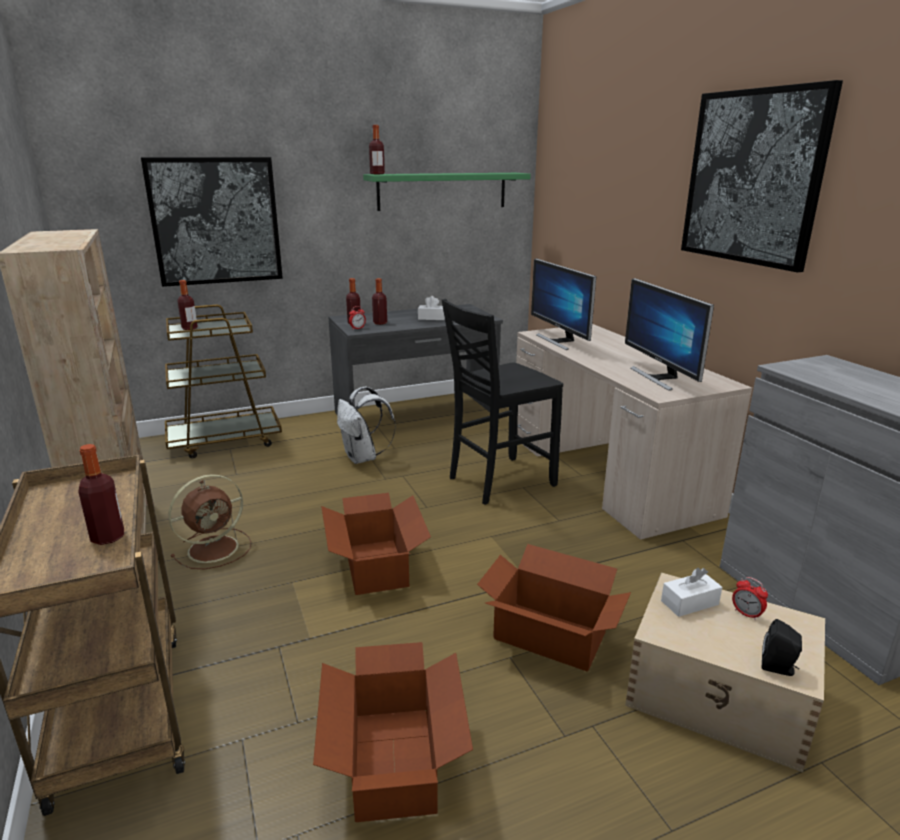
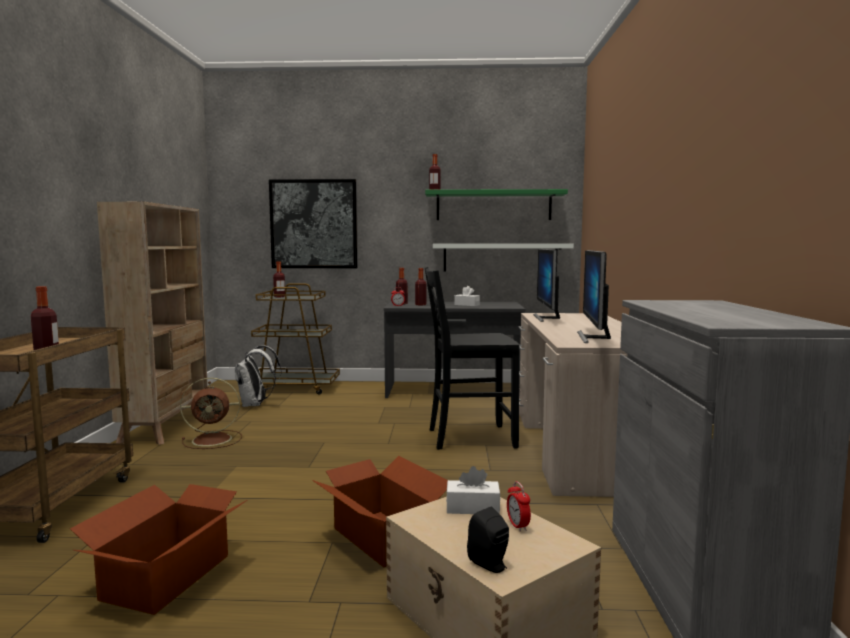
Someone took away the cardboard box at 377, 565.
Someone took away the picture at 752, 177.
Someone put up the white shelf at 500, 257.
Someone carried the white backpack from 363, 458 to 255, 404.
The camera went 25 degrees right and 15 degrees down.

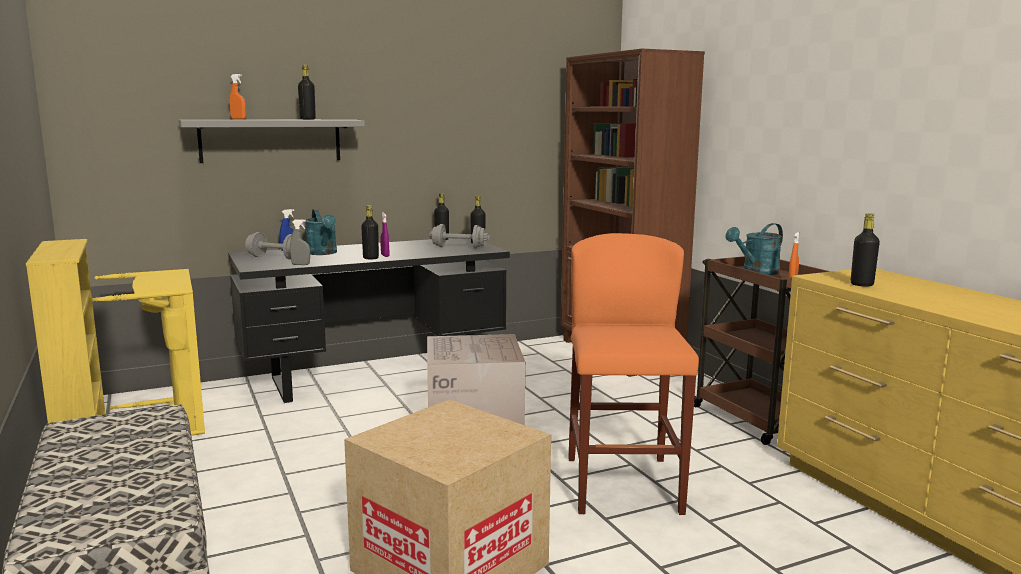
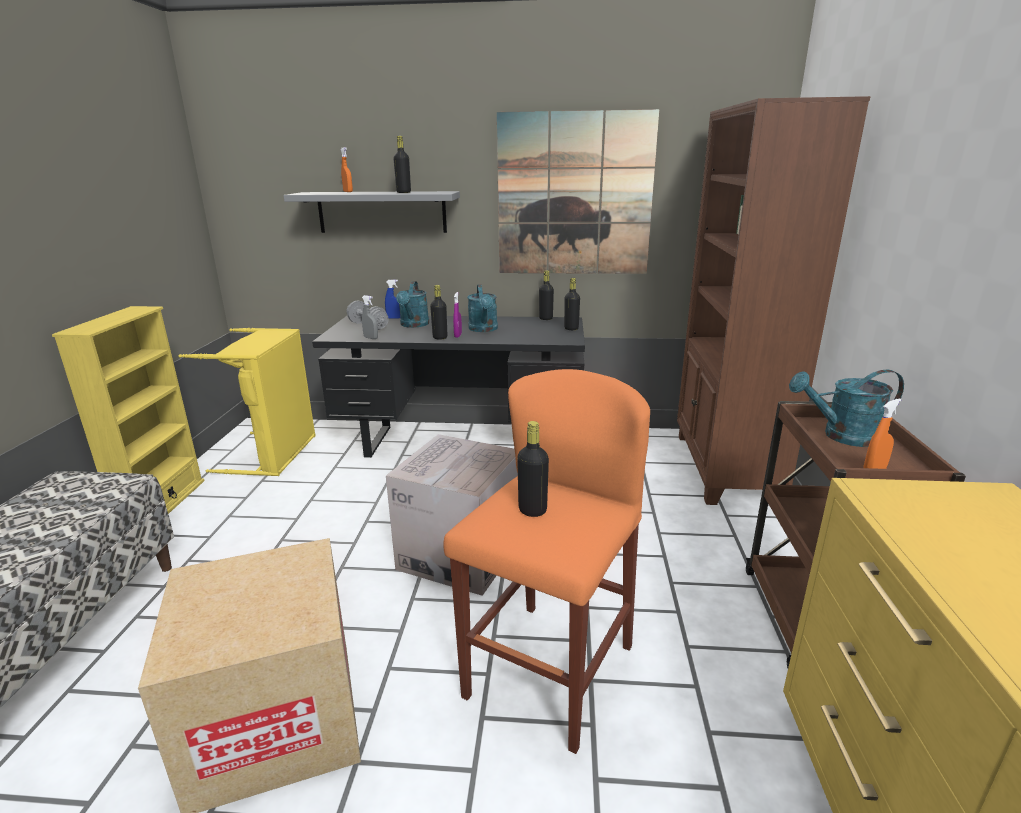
Someone took away the grey dumbbell at 459, 247.
Someone put down the turquoise watering can at 484, 329.
Someone put up the picture at 574, 195.
Someone carried the black bottle from 862, 284 to 532, 510.
The camera went 30 degrees right and 10 degrees up.

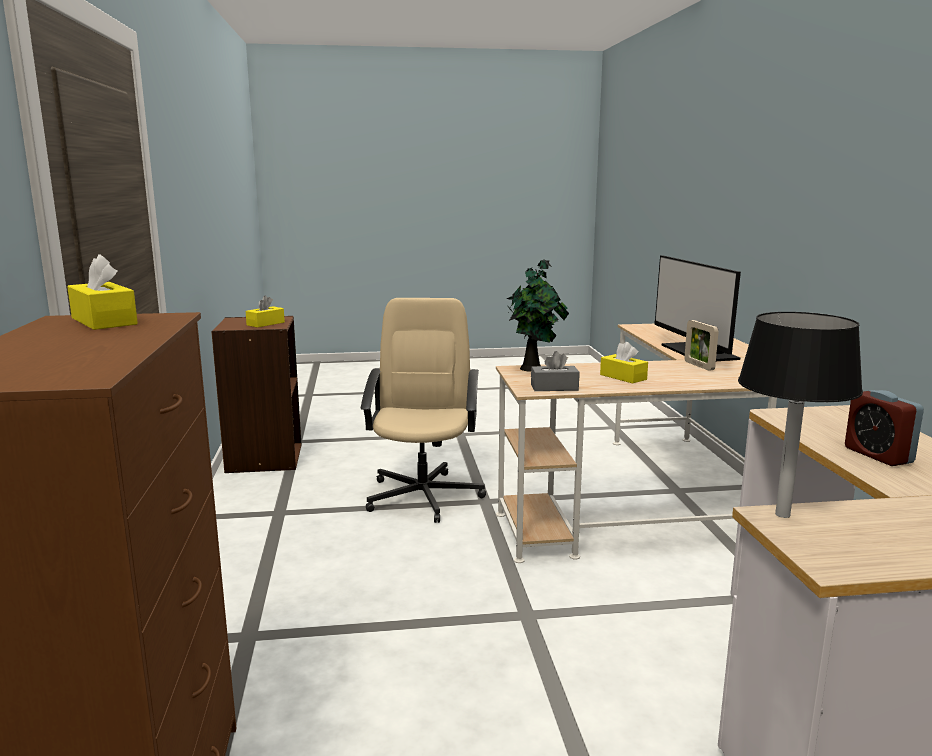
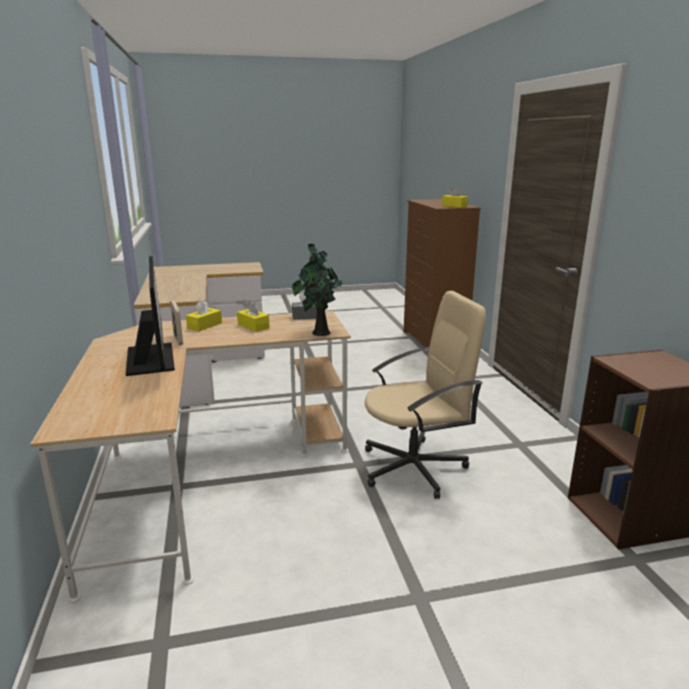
Someone took away the black table lamp at 782, 515.
Someone took away the alarm clock at 878, 455.
Someone carried the yellow tissue box from 265, 324 to 204, 325.
Someone rotated the beige office chair at 424, 495 by 105 degrees counterclockwise.
The camera went 175 degrees right and 5 degrees up.

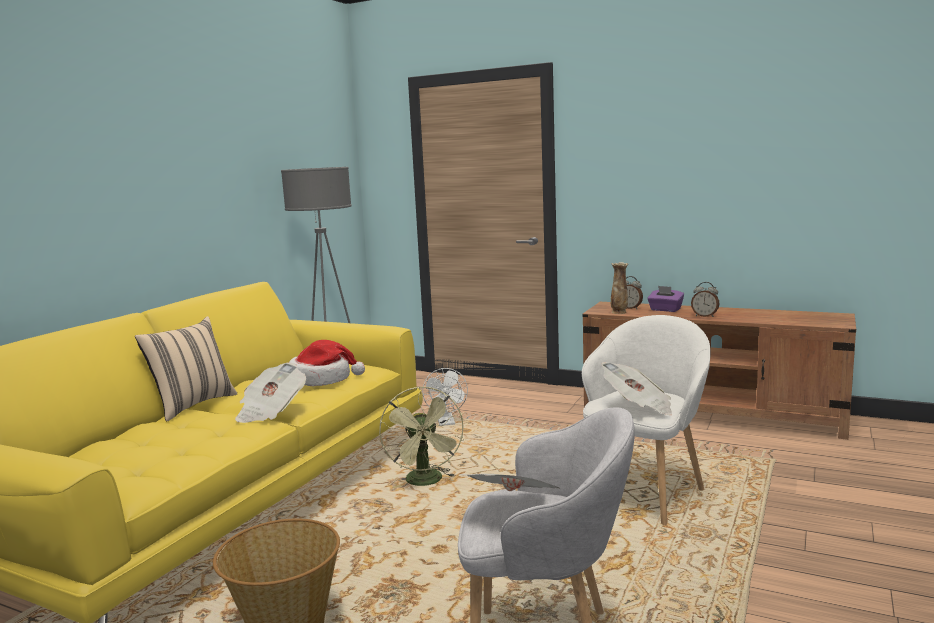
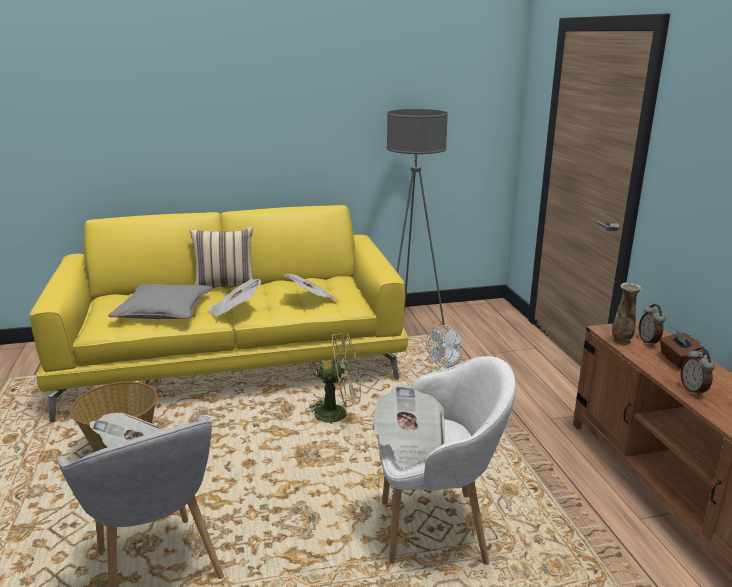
Someone put down the grey pillow at 164, 310.
Someone swapped the hat at 322, 379 for the newspaper at 311, 299.
Someone repainted the purple tissue box at 665, 310, which became the brown tissue box at 678, 361.
Someone rotated the green fan at 426, 482 by 135 degrees counterclockwise.
The camera went 50 degrees right and 10 degrees up.

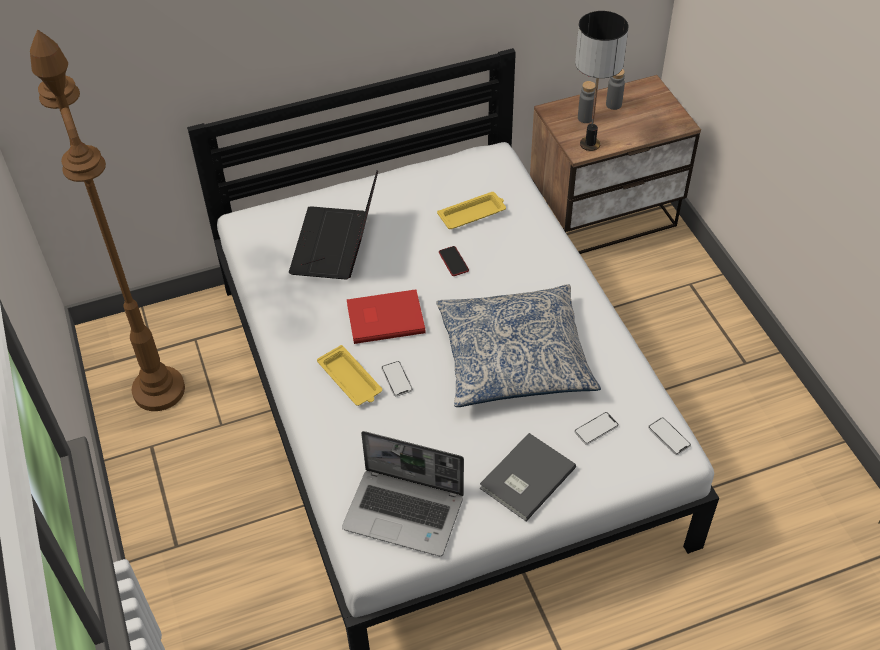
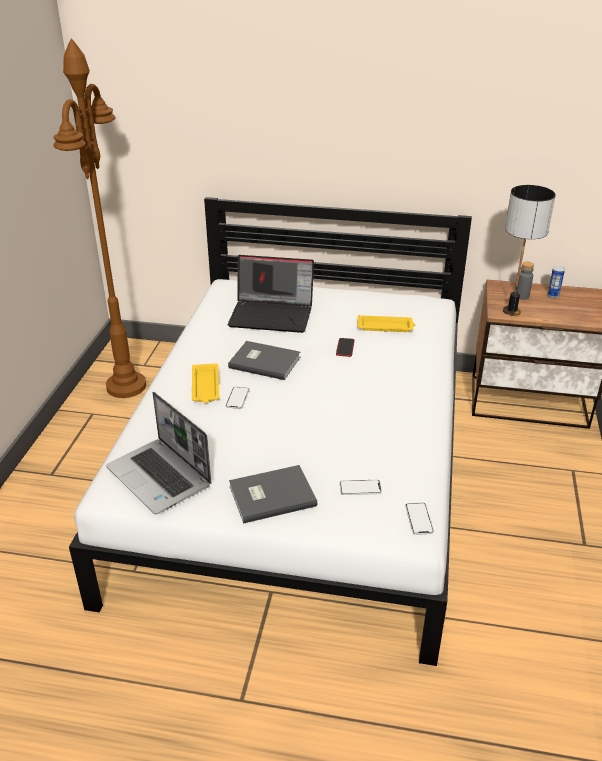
Someone took away the pillow at 514, 357.
Someone swapped the grey bottle at 613, 104 for the can at 553, 295.
Someone repainted the red book at 384, 317, which became the grey book at 264, 361.
Someone rotated the laptop at 337, 246 by 120 degrees counterclockwise.
The camera went 30 degrees right and 15 degrees down.

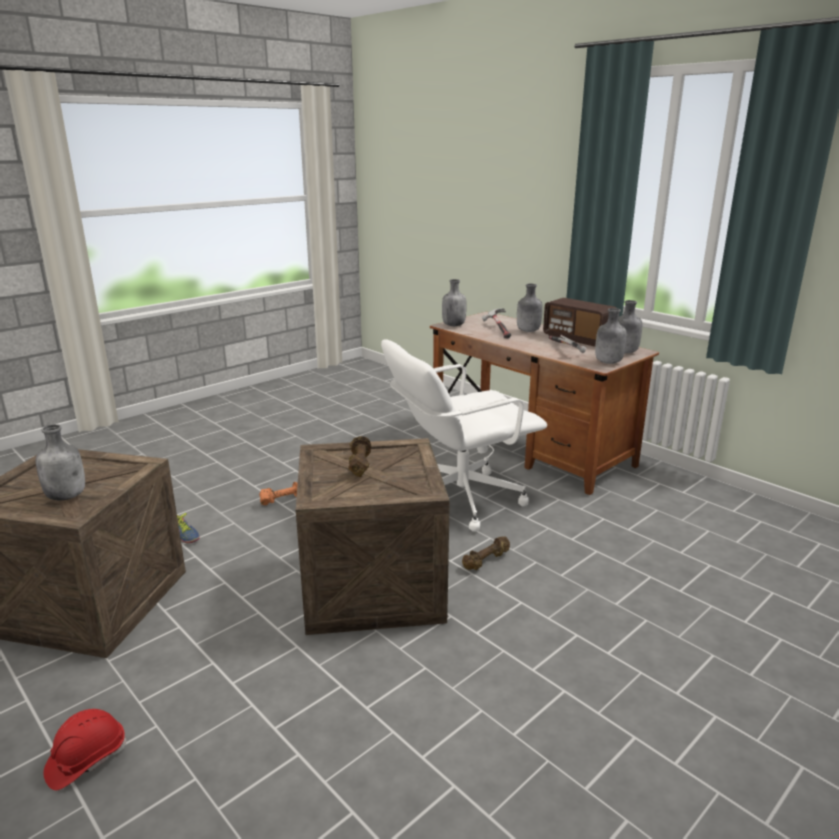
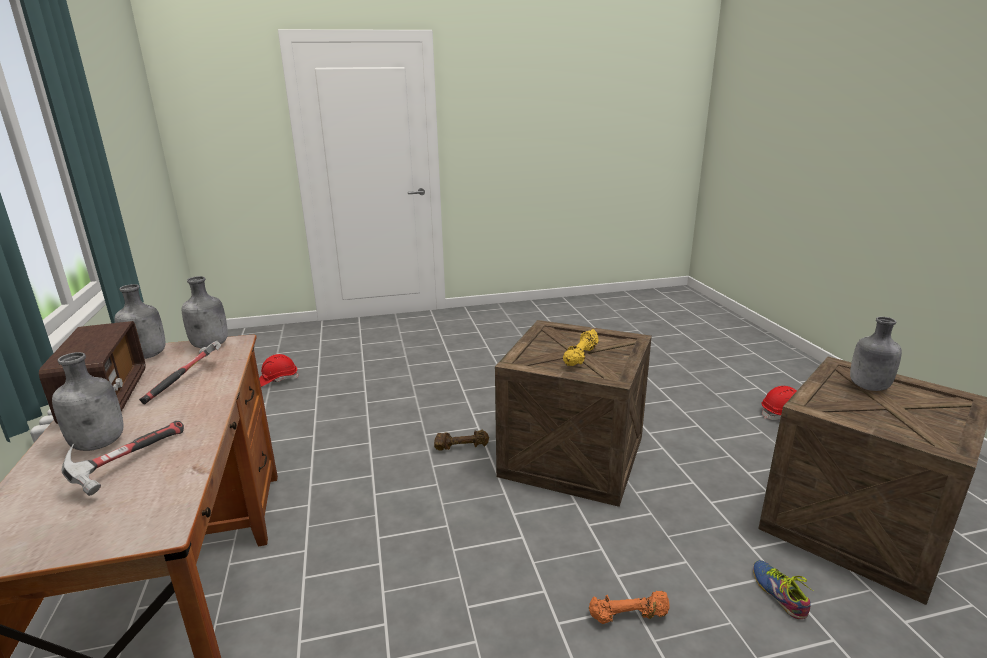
Someone took away the white office chair at 459, 498.
Someone took away the grey bottle at 453, 325.
Someone put down the red hard hat at 278, 380.
Someone repainted the brown dumbbell at 359, 465, which became the yellow dumbbell at 581, 357.
The camera went 150 degrees left and 0 degrees up.

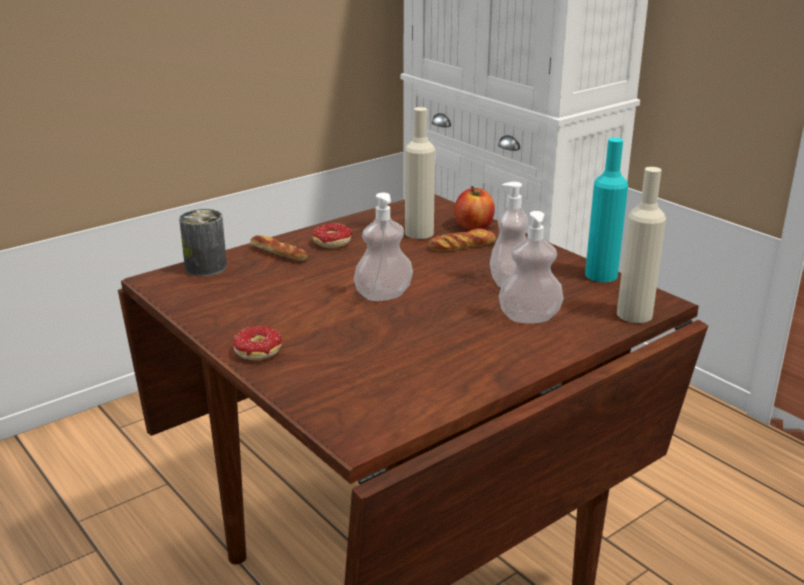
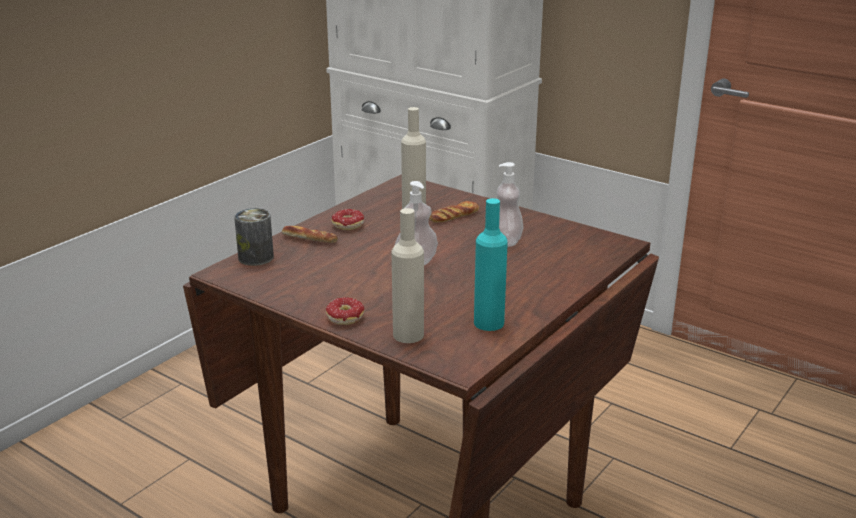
Someone took away the apple at 474, 226.
Someone took away the soap dispenser at 529, 318.
Someone carried the turquoise bottle from 601, 275 to 489, 323.
Someone carried the beige bottle from 634, 314 to 408, 335.
The camera went 15 degrees left and 0 degrees up.

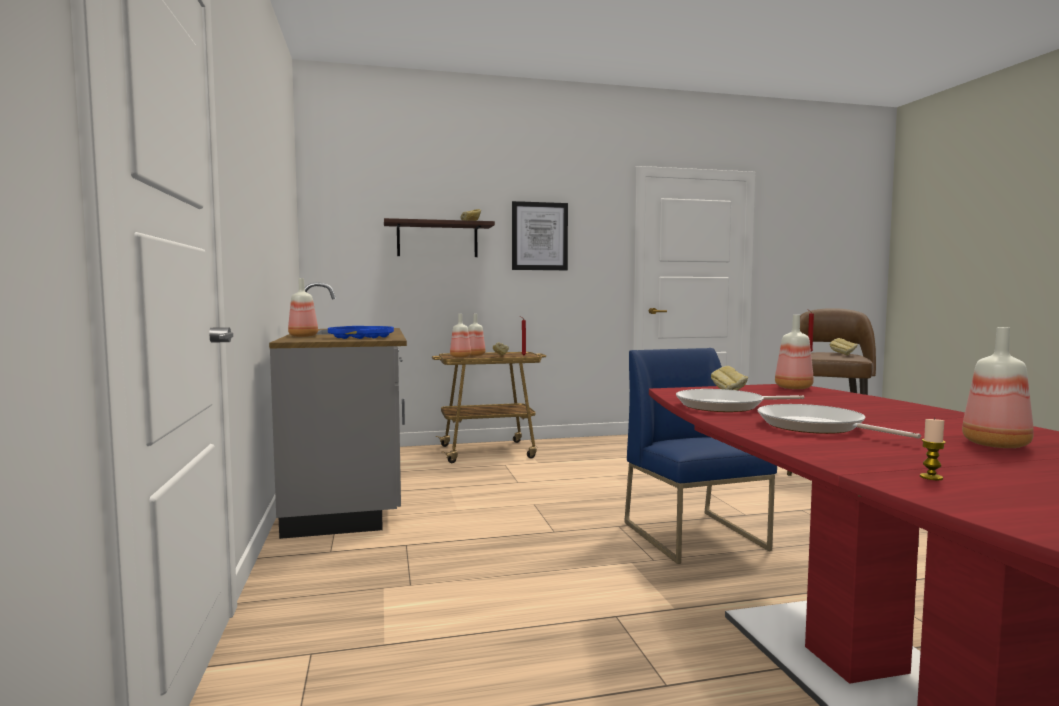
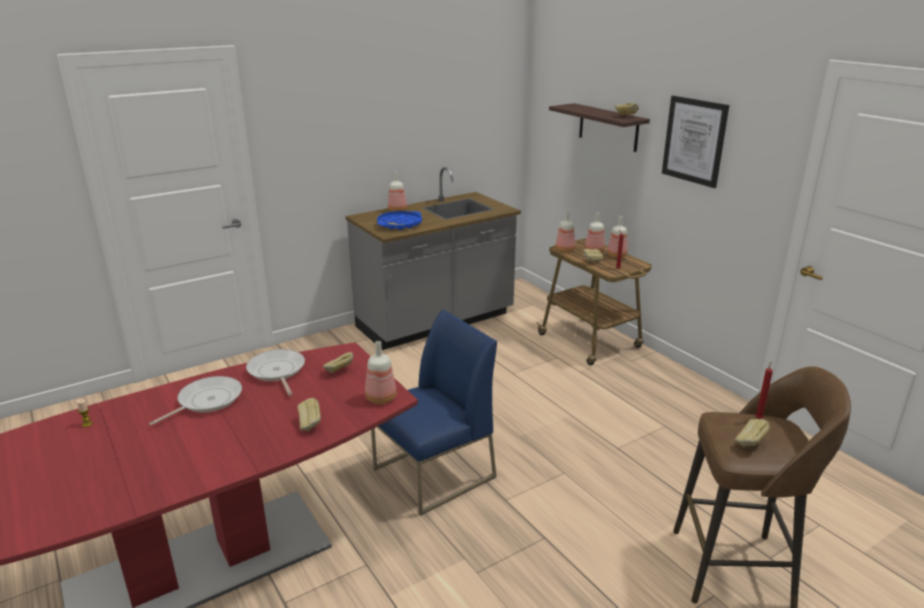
Someone put down the bread at 310, 425.
Someone carried the bottle from 998, 444 to 617, 256.
The camera went 70 degrees right and 20 degrees up.

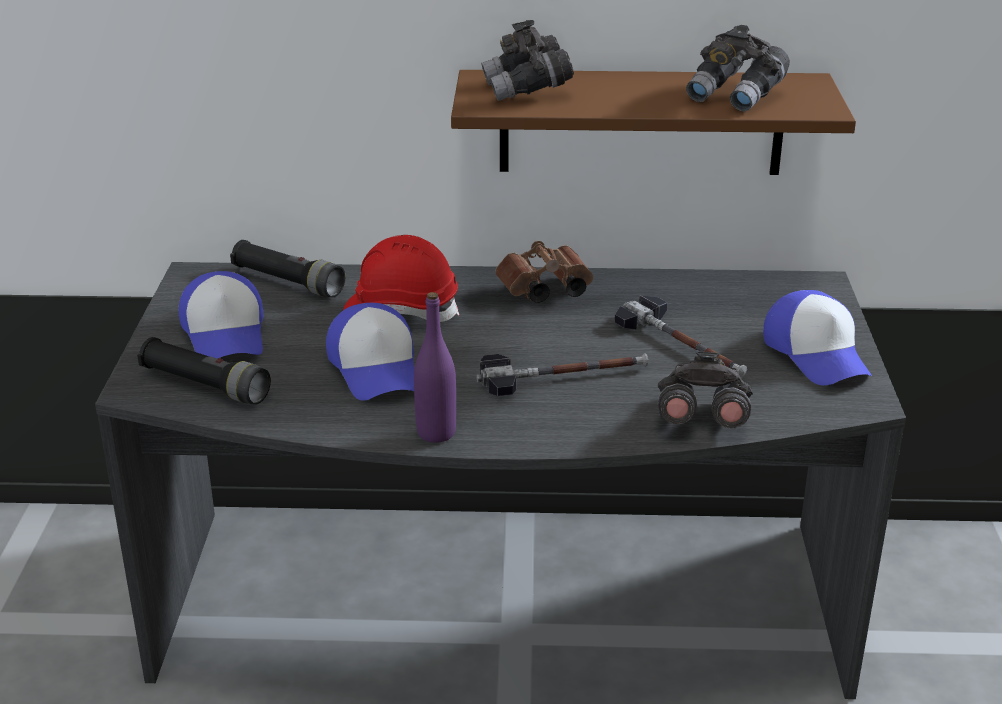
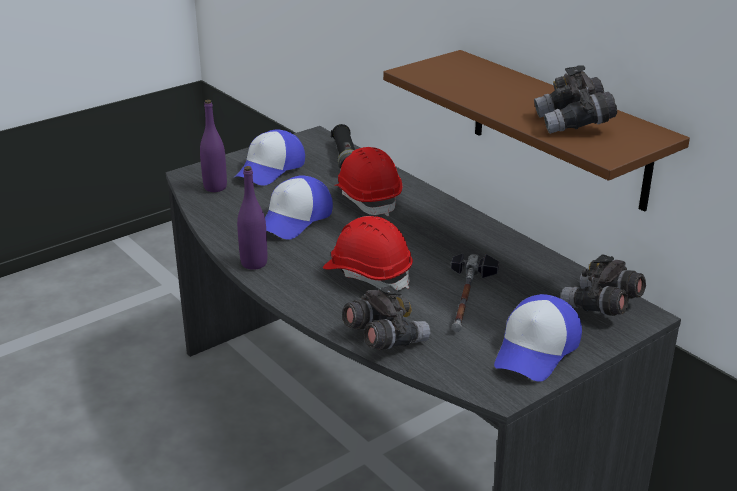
Someone took away the brown binoculars at 543, 291.
Someone carried the grey binoculars from 527, 90 to 601, 306.
Someone swapped the black flashlight at 205, 386 for the purple bottle at 215, 187.
Someone swapped the hammer at 562, 376 for the red hard hat at 368, 274.
The camera went 50 degrees right and 0 degrees up.

